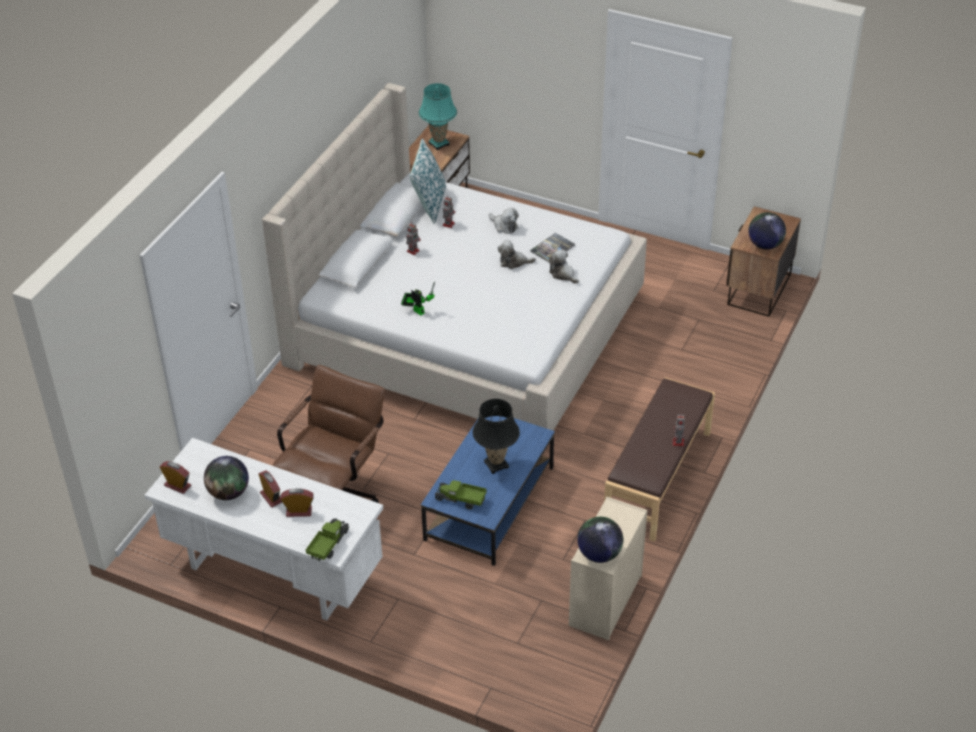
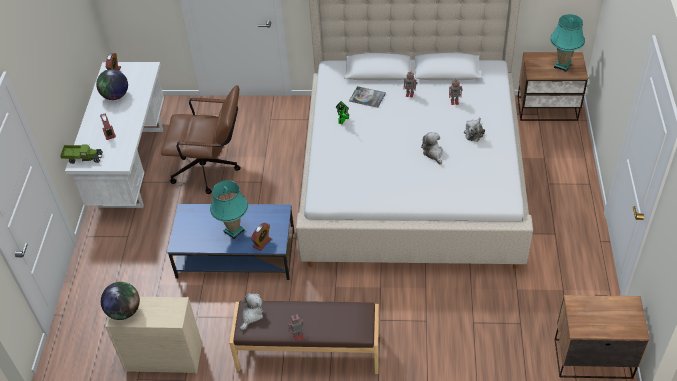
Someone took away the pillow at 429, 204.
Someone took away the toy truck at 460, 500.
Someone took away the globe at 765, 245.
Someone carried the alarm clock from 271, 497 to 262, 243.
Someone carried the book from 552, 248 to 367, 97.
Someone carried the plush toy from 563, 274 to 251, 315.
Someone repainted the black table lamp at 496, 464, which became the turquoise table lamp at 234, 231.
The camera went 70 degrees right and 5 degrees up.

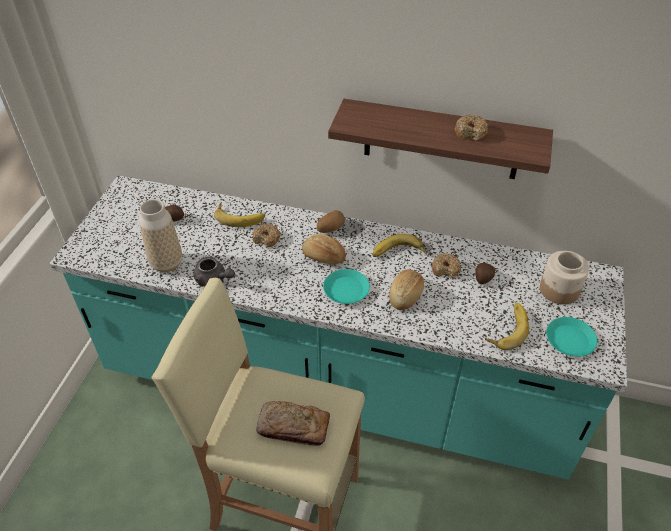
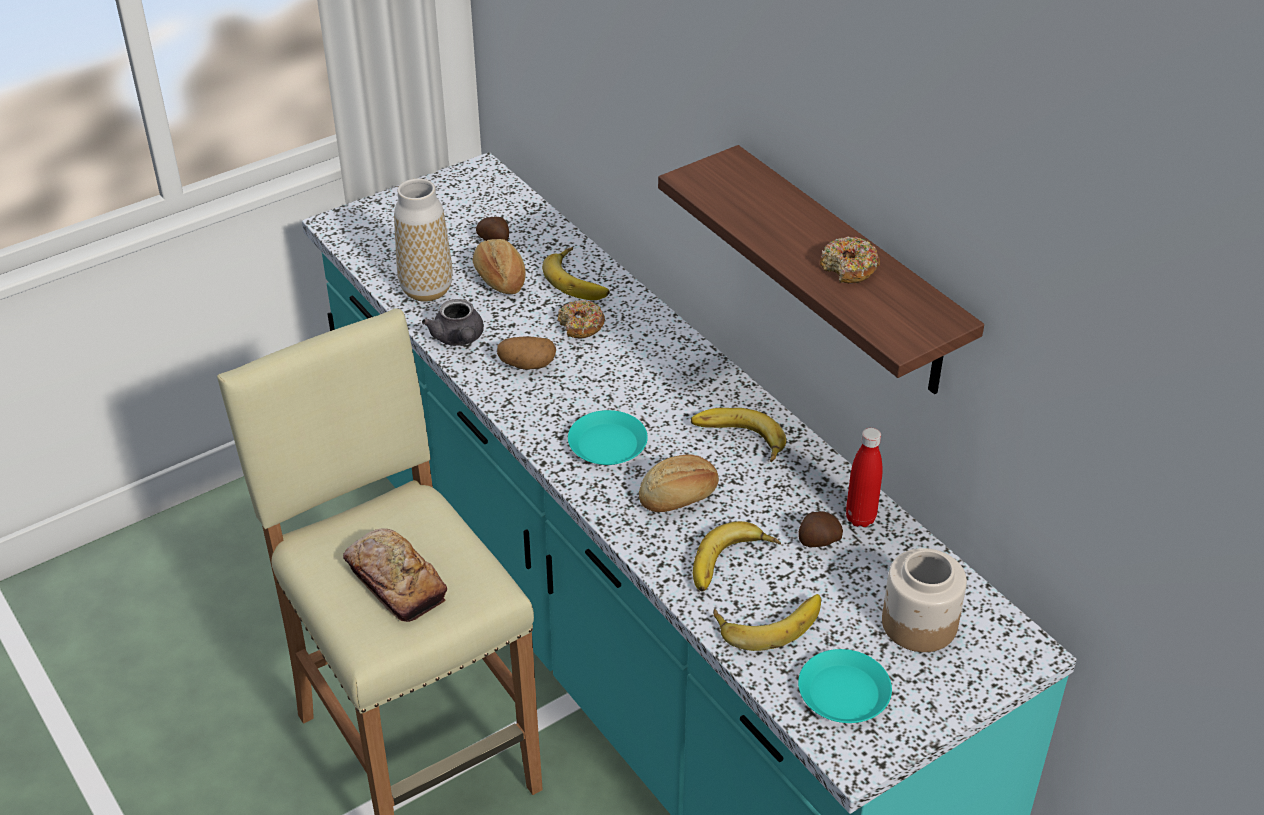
Someone took away the donut at 445, 269.
Someone put down the banana at 733, 565.
Someone put down the red bottle at 860, 518.
Someone carried the bread from 323, 257 to 499, 279.
Someone carried the potato from 330, 228 to 527, 365.
The camera went 40 degrees right and 5 degrees down.

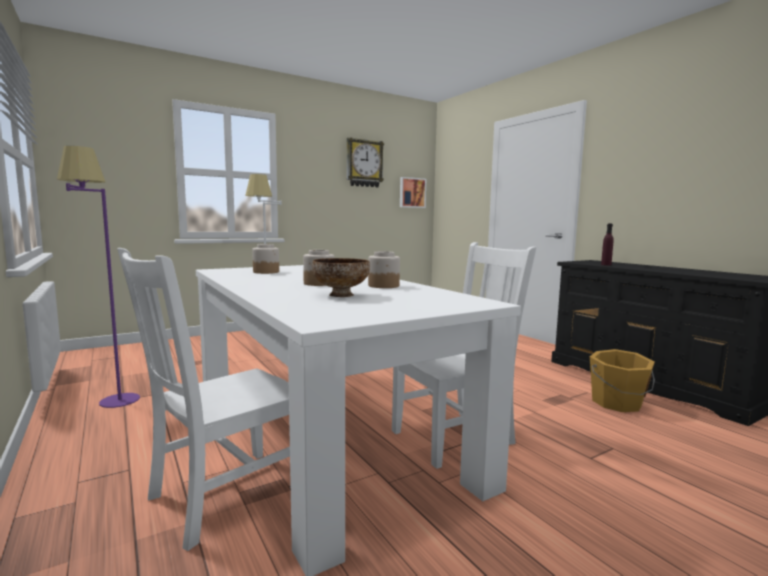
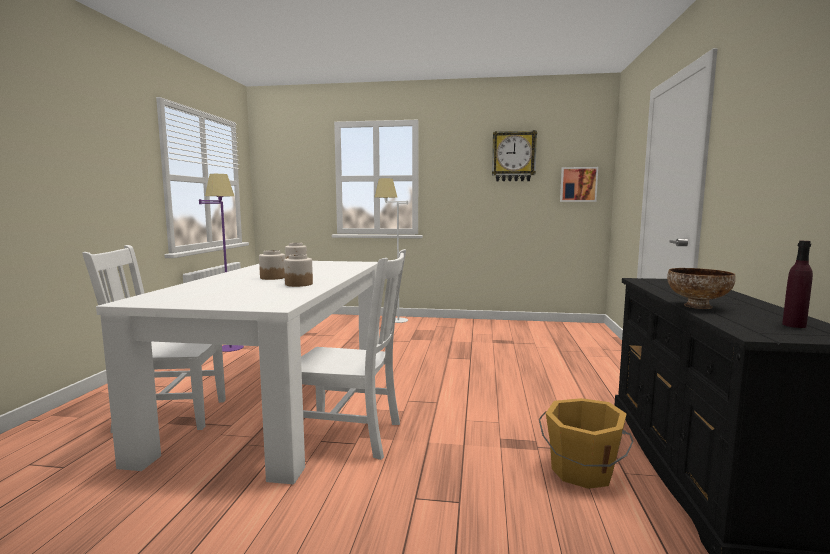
Someone carried the bowl from 340, 295 to 696, 306.
Someone carried the purple bottle from 606, 265 to 794, 325.
The camera went 40 degrees right and 0 degrees up.

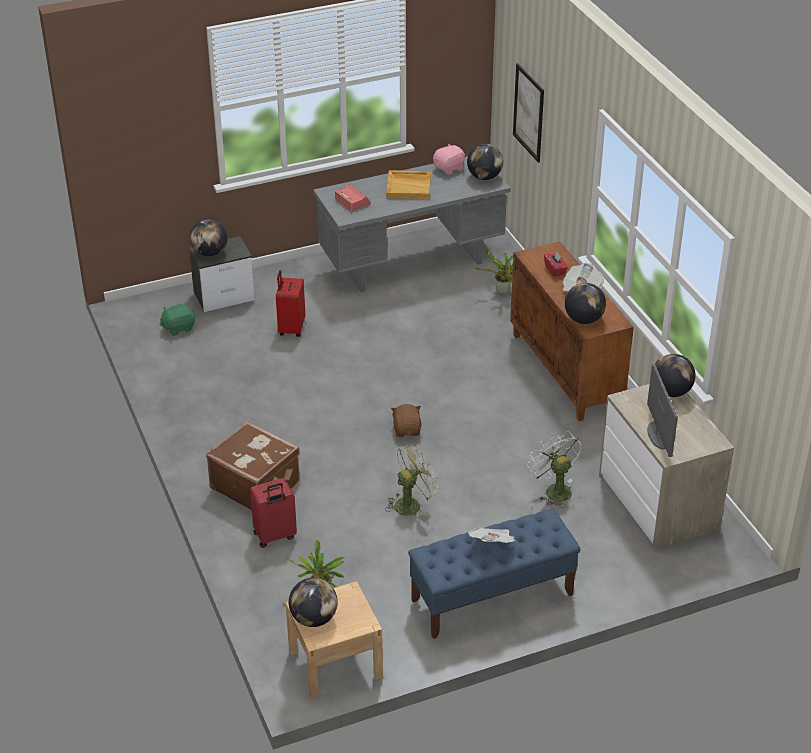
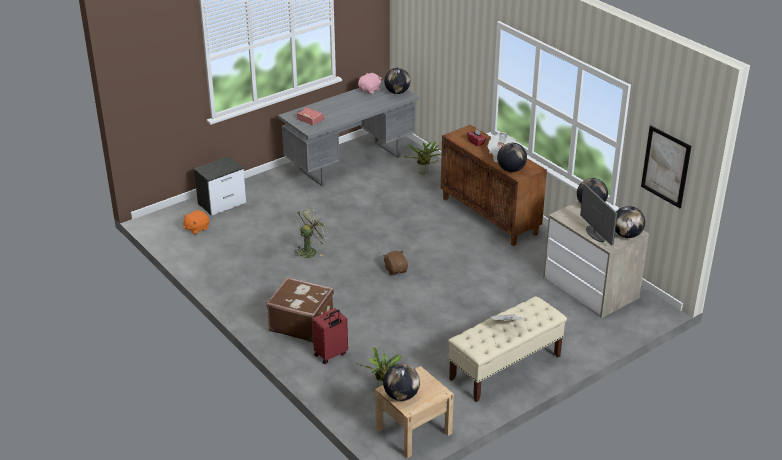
Someone took away the red suitcase at 291, 328.
Someone took away the beige tray at 409, 186.
Someone took away the white fan at 554, 489.
Someone carried the globe from 210, 253 to 626, 235.
Someone carried the green fan from 411, 504 to 310, 251.
Someone carried the picture from 528, 112 to 665, 166.
Someone repainted the green plush toy at 178, 328, which became the orange plush toy at 196, 229.
Someone repainted the blue bench at 491, 597, which became the beige bench at 505, 368.
The camera went 15 degrees left and 5 degrees down.

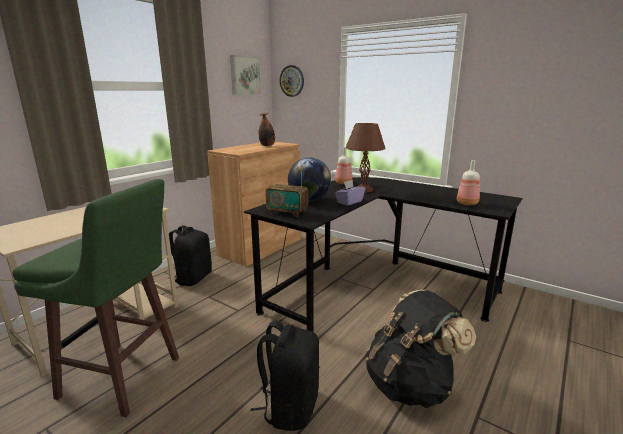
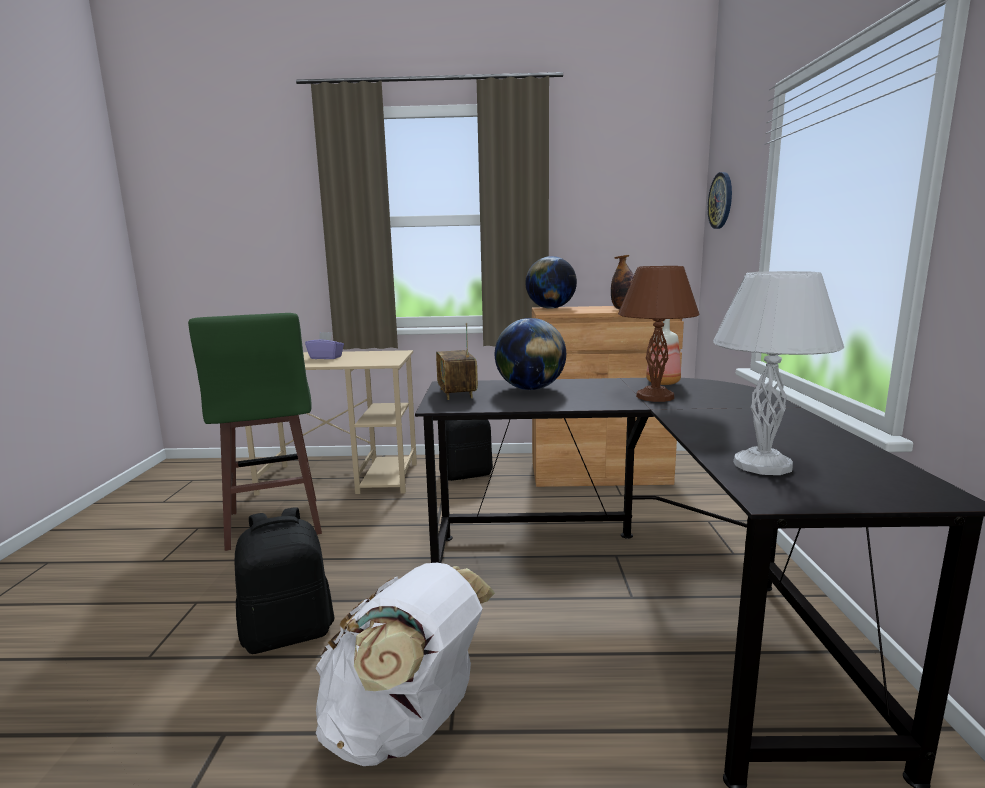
Someone took away the picture at 244, 75.
Someone put down the globe at 550, 308.
Someone carried the purple tissue box from 349, 202 to 326, 357.
Someone swapped the bottle at 466, 203 for the white table lamp at 764, 464.
Someone repainted the black backpack at 410, 384, which became the white backpack at 405, 727.
The camera went 55 degrees right and 5 degrees down.

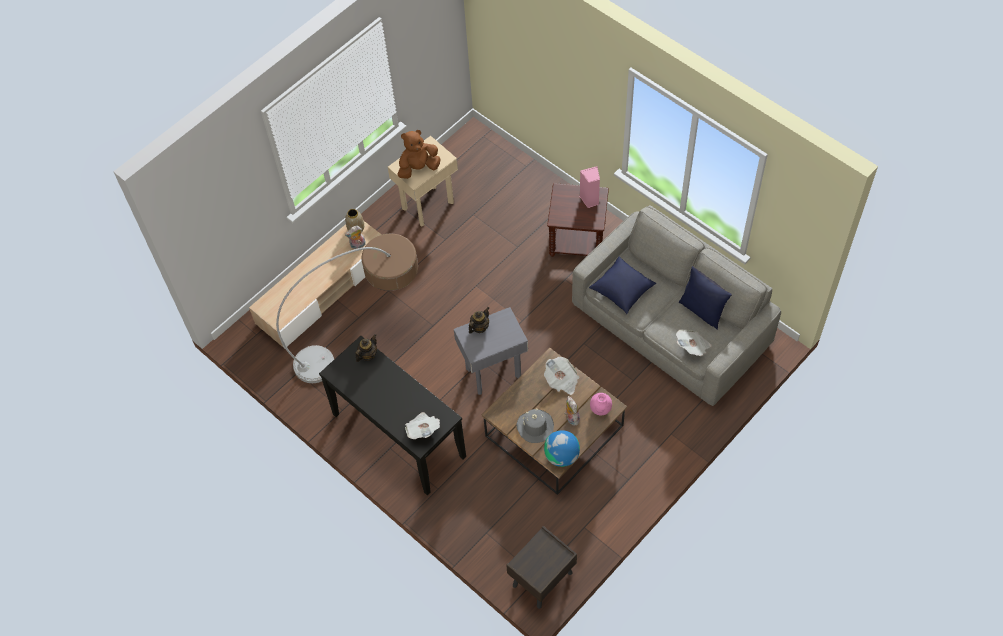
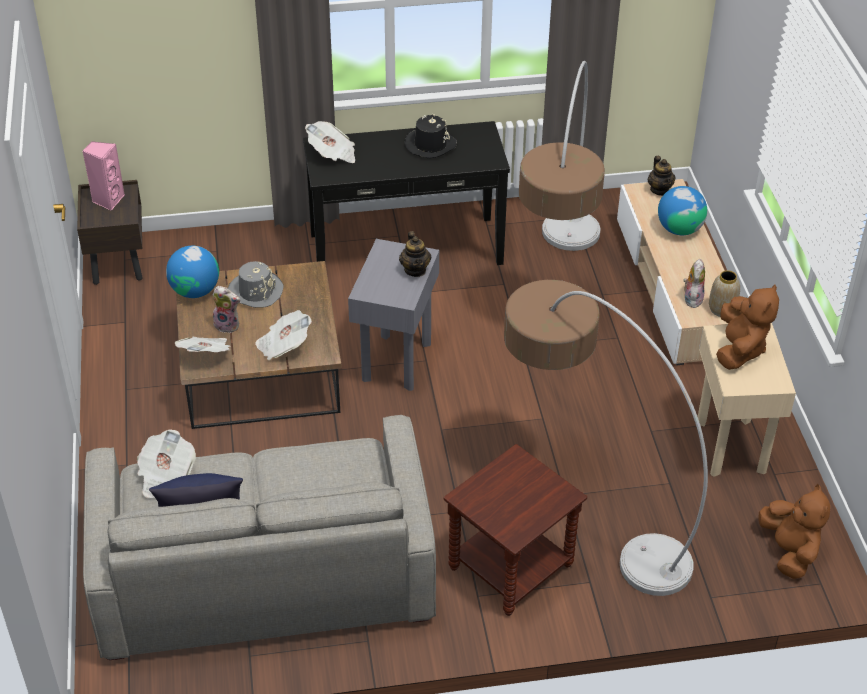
Someone took away the blue pillow at 622, 291.
Someone put down the black hat at 430, 144.
Someone put down the floor lamp at 585, 507.
Someone put down the globe at 679, 229.
Someone put down the brown plush toy at 789, 551.
Someone carried the teapot from 367, 355 to 660, 190.
Someone carried the pink speaker from 590, 200 to 108, 200.
Someone swapped the pink vase at 600, 409 for the newspaper at 206, 355.
The camera went 125 degrees right and 15 degrees down.

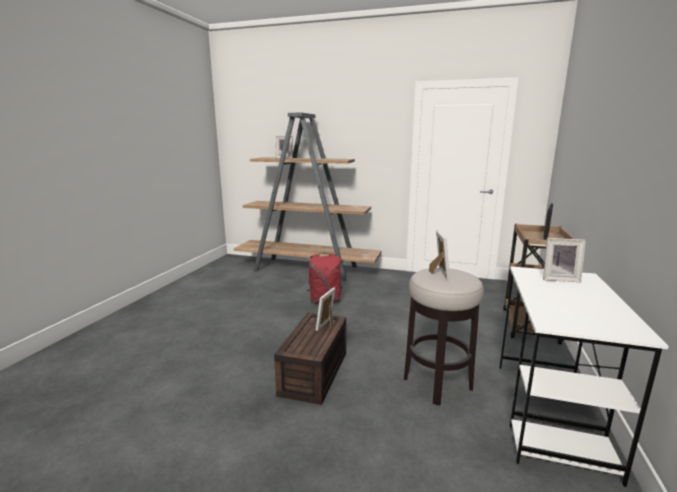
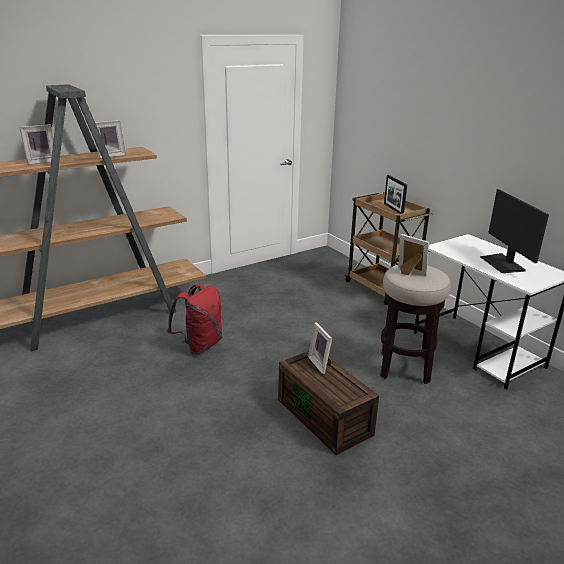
Someone put down the monitor at 502, 263.
Someone carried the picture frame from 559, 279 to 110, 155.
The camera went 50 degrees left and 10 degrees up.

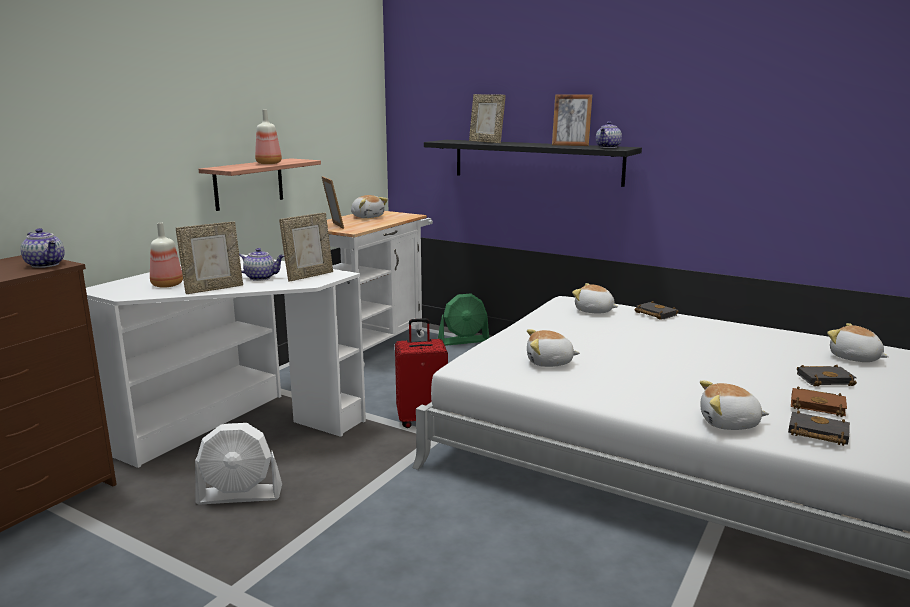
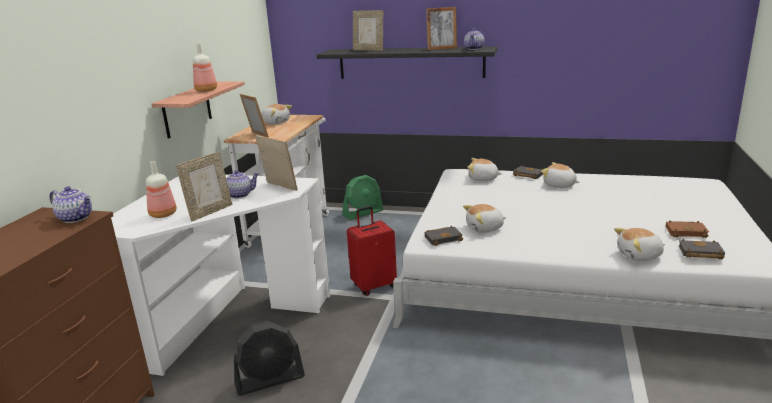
Someone carried the black book from 825, 379 to 443, 238.
Someone carried the plush toy from 854, 358 to 559, 185.
Someone repainted the white fan at 240, 495, which became the black fan at 270, 380.
Someone rotated the picture frame at 309, 276 by 75 degrees counterclockwise.
The camera went 15 degrees left and 5 degrees up.

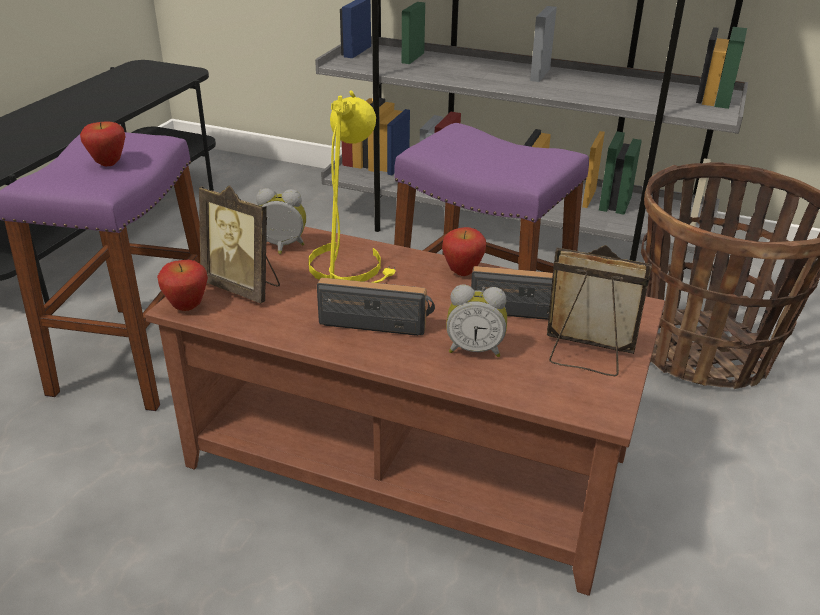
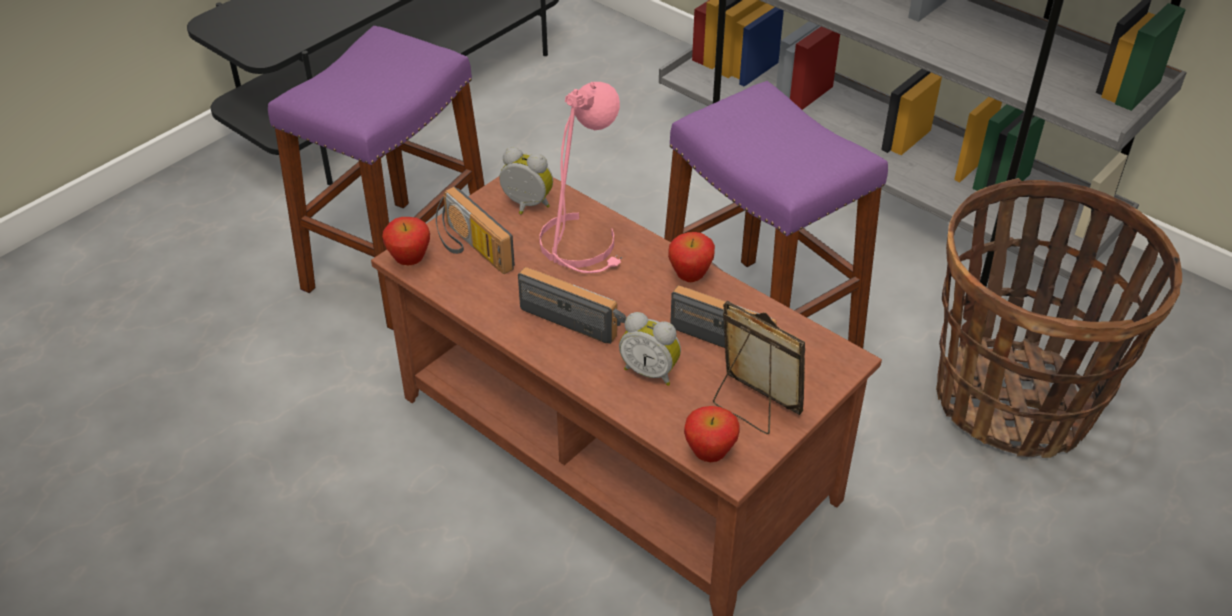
Someone carried the apple from 108, 163 to 709, 454.
Someone swapped the picture frame at 244, 287 for the radio at 470, 249.
Someone repainted the yellow table lamp at 350, 266, which became the pink table lamp at 582, 244.
The camera went 20 degrees right and 10 degrees up.

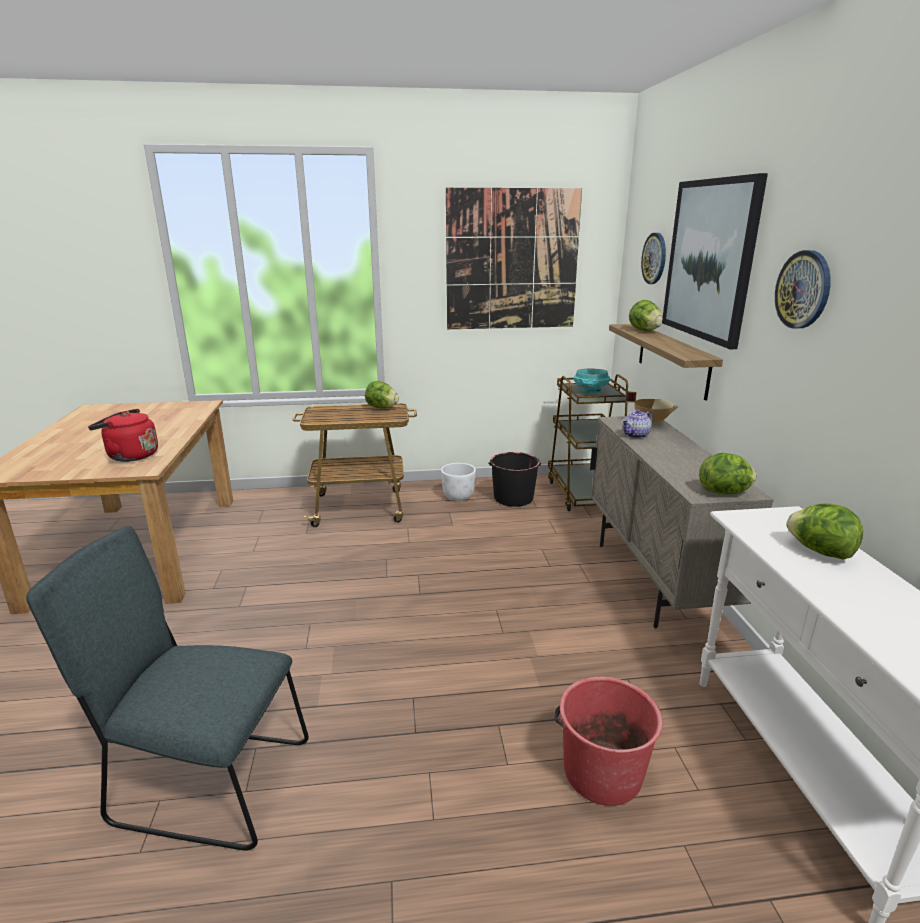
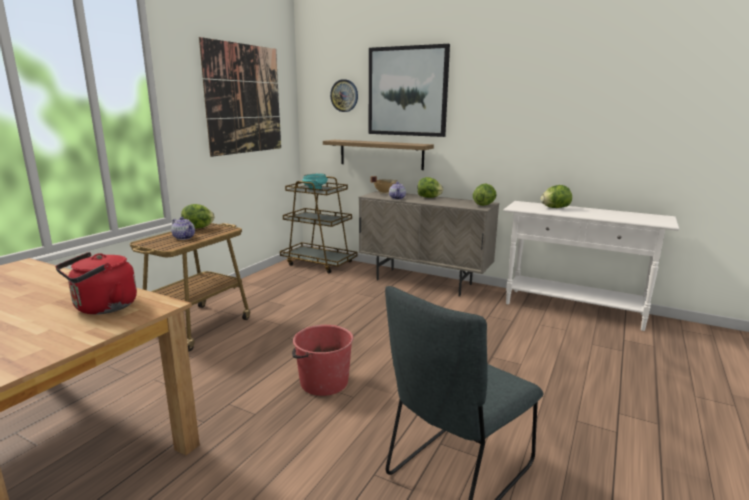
Someone took away the white planter at 458, 497.
Someone took away the black bucket at 513, 498.
Someone took away the wall clock at 803, 289.
Someone put down the teapot at 184, 237.
Someone carried the red bucket from 601, 771 to 323, 382.
Someone carried the lettuce from 644, 331 to 429, 197.
The camera went 55 degrees left and 5 degrees down.

